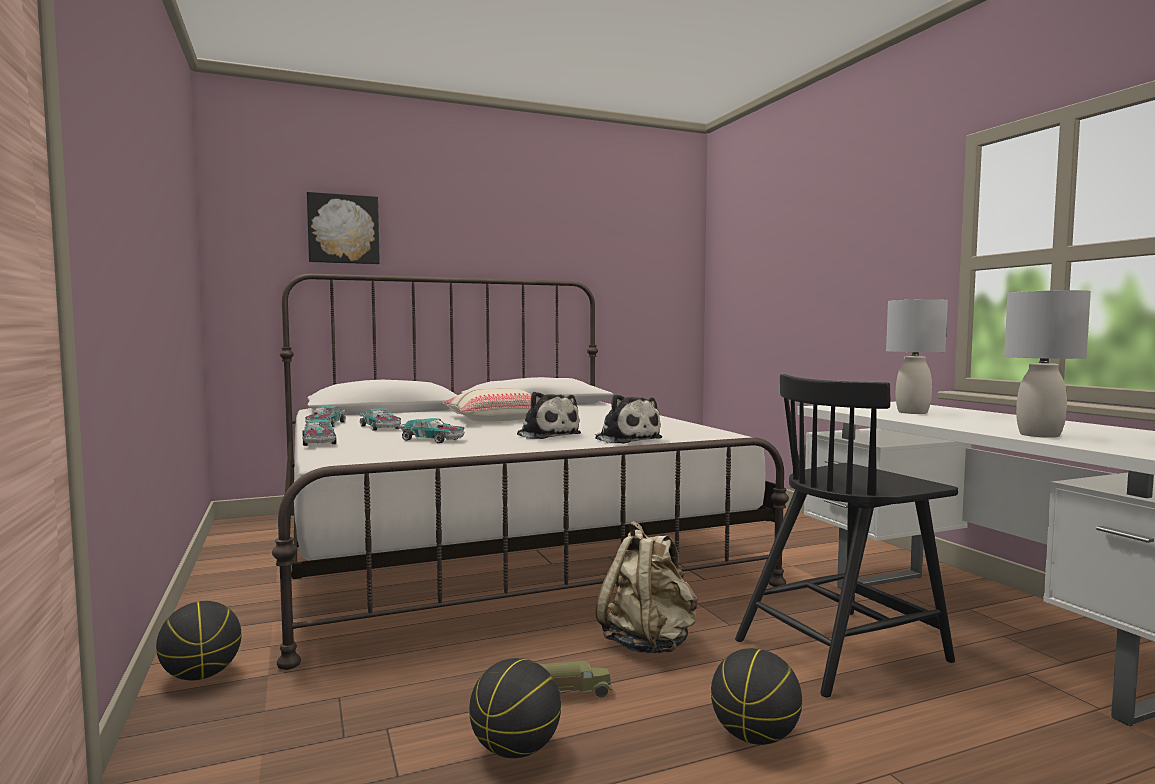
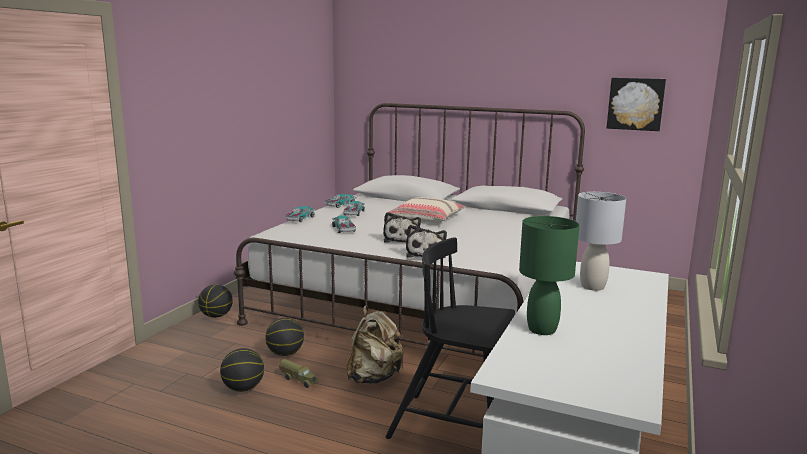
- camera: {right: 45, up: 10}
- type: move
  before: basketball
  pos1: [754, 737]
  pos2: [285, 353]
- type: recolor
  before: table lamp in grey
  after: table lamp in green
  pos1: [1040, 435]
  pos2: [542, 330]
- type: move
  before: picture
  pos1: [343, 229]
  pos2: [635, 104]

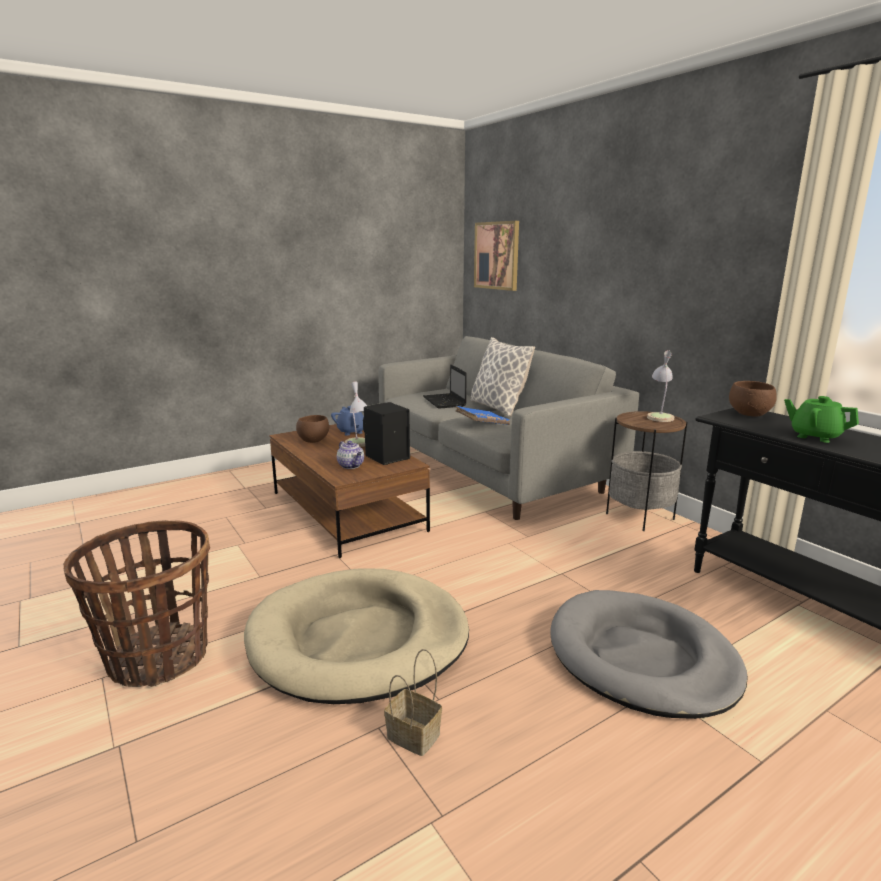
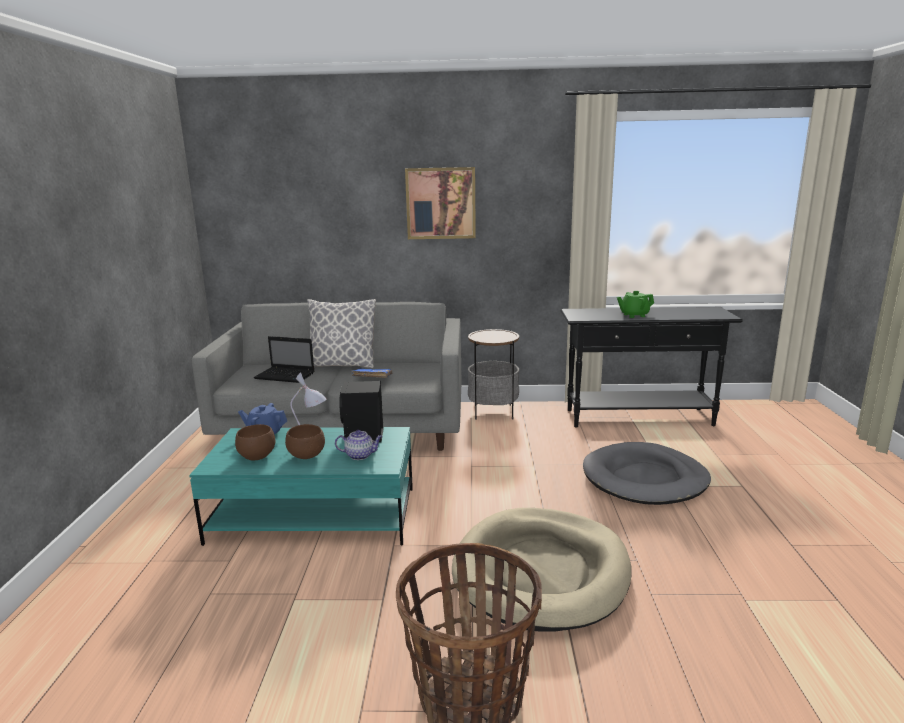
- camera: {right: -55, up: 0}
- type: recolor
  before: coffee table in brown
  after: coffee table in turquoise
  pos1: [347, 511]
  pos2: [315, 515]
- type: move
  before: bowl in brown
  pos1: [750, 415]
  pos2: [307, 456]
- type: move
  before: picture
  pos1: [497, 255]
  pos2: [441, 203]
- type: delete
  before: basket
  pos1: [415, 736]
- type: delete
  before: table lamp
  pos1: [659, 416]

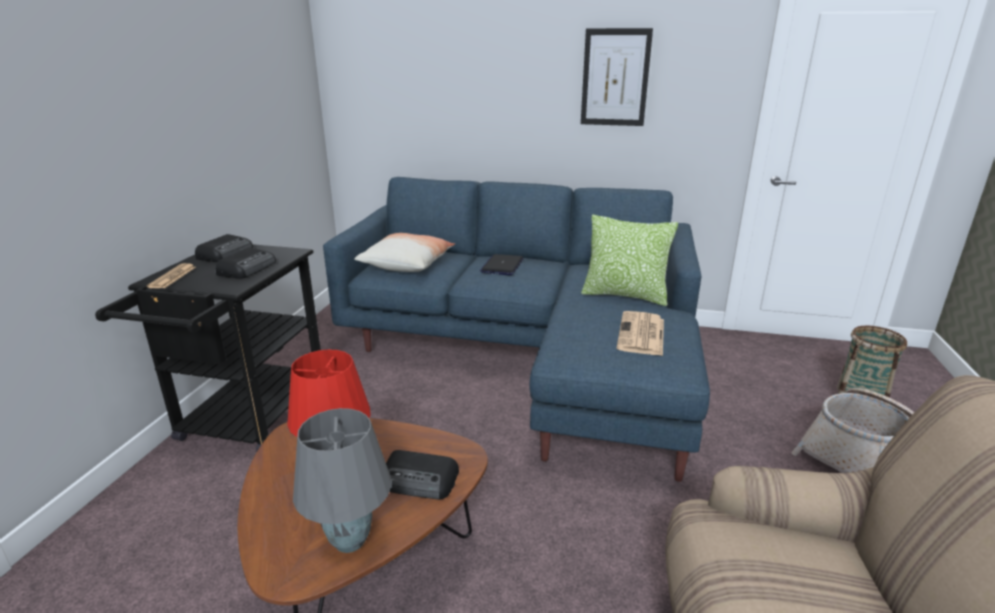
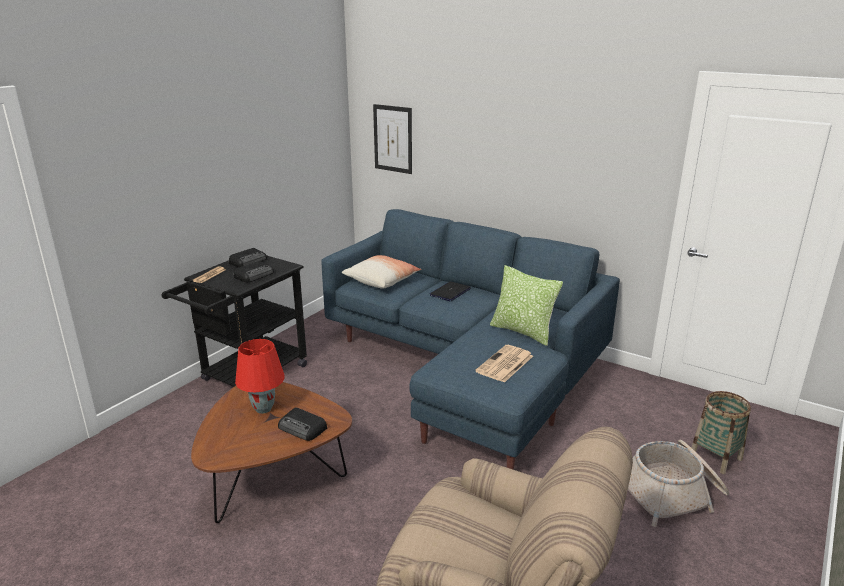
- camera: {right: 20, up: 0}
- type: move
  before: picture
  pos1: [615, 78]
  pos2: [393, 139]
- type: delete
  before: table lamp in grey
  pos1: [351, 541]

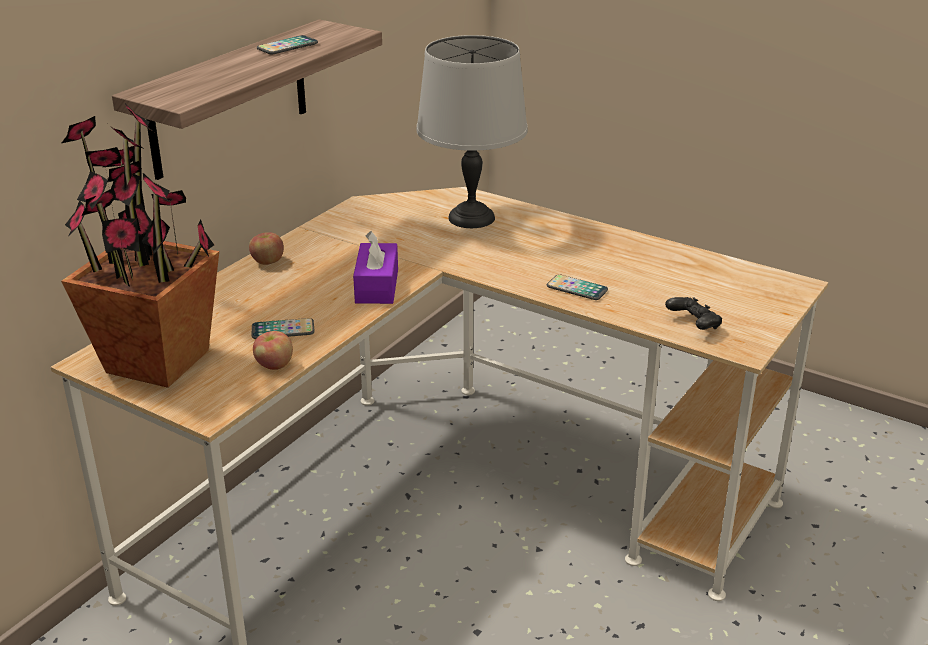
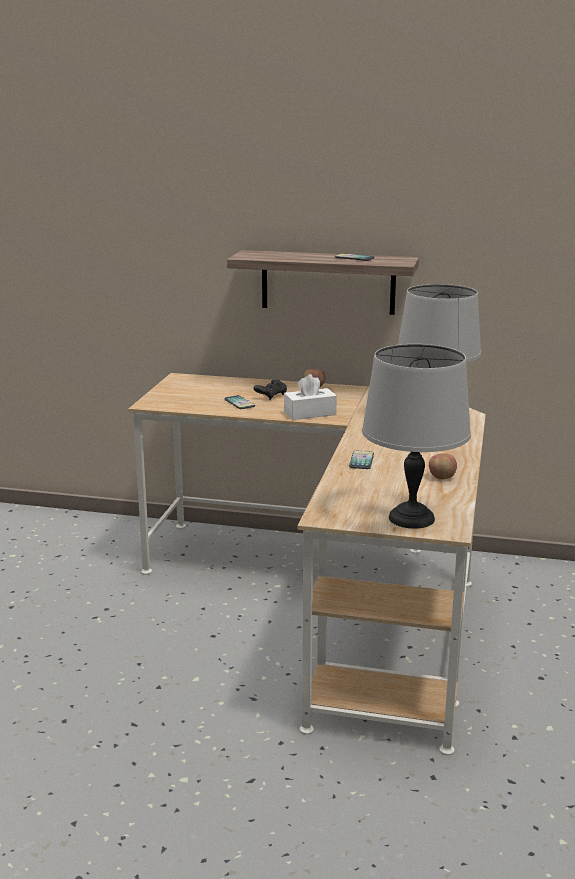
- camera: {right: 70, up: -10}
- type: move
  before: game controller in black
  pos1: [693, 324]
  pos2: [271, 396]
- type: recolor
  before: tissue box in purple
  after: tissue box in white
  pos1: [377, 286]
  pos2: [310, 413]
- type: insert
  after: table lamp in grey
  pos2: [411, 518]
- type: move
  before: apple
  pos1: [274, 365]
  pos2: [441, 477]
- type: delete
  before: potted plant
  pos1: [157, 362]

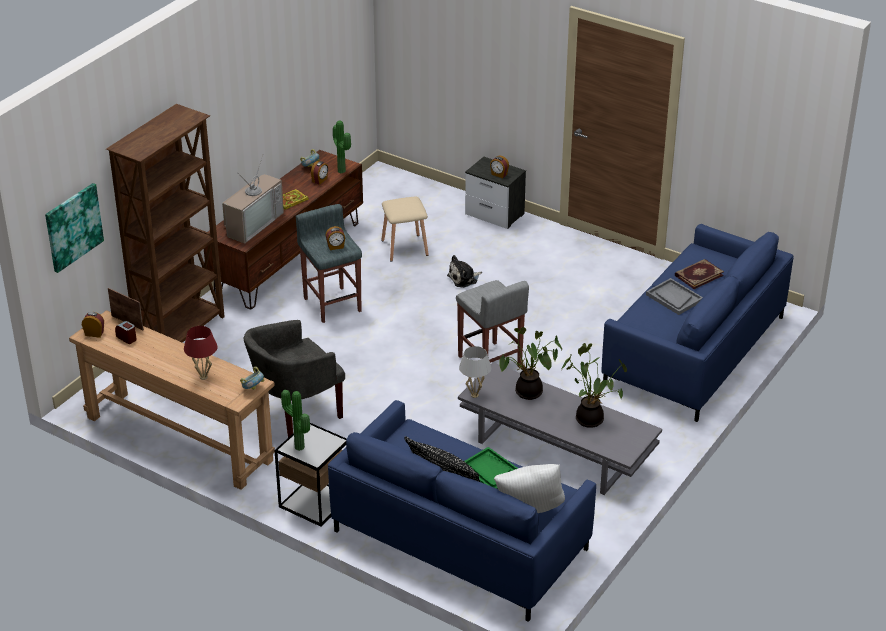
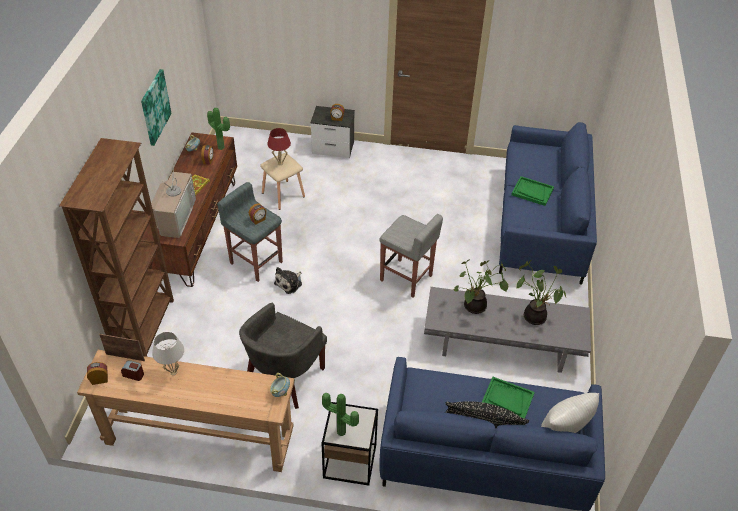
- camera: {right: -25, up: 10}
- type: move
  before: picture
  pos1: [73, 227]
  pos2: [154, 107]
- type: move
  before: table lamp in white
  pos1: [475, 395]
  pos2: [173, 372]
- type: move
  before: table lamp in red
  pos1: [203, 377]
  pos2: [280, 163]
- type: move
  before: plush toy
  pos1: [464, 279]
  pos2: [289, 283]
- type: recolor
  before: tray in grey
  after: tray in green
  pos1: [674, 298]
  pos2: [532, 192]
- type: delete
  before: book
  pos1: [698, 275]

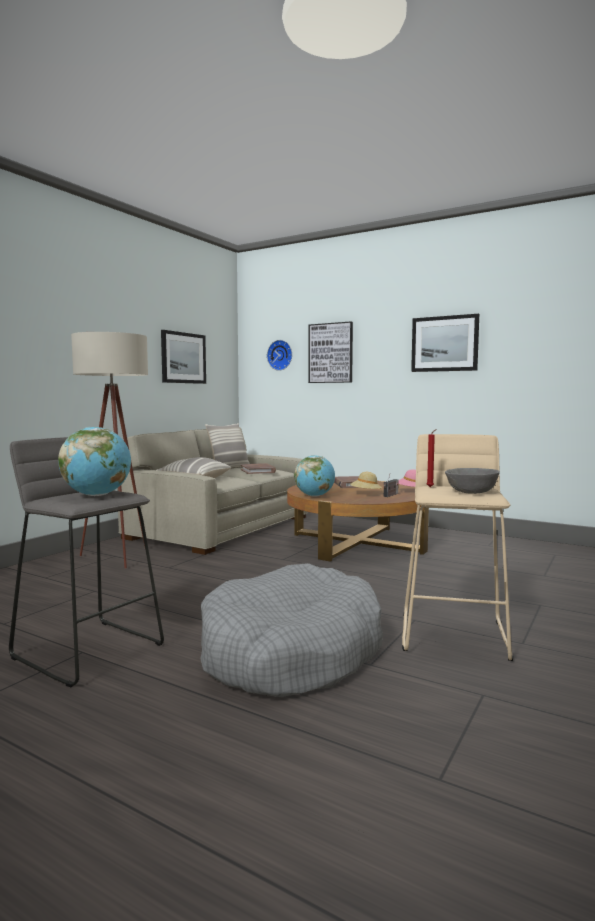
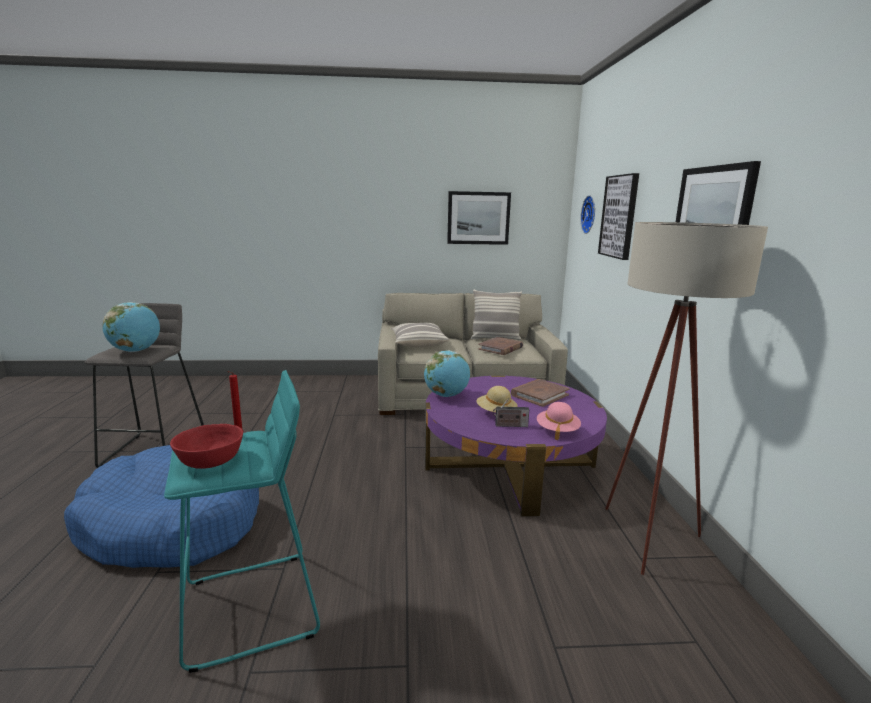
- camera: {right: 55, up: 10}
- type: recolor
  before: dog bed in grey
  after: dog bed in blue
  pos1: [290, 652]
  pos2: [173, 523]
- type: recolor
  before: stool in beige
  after: stool in turquoise
  pos1: [454, 635]
  pos2: [251, 608]
- type: recolor
  before: bowl in grey
  after: bowl in red
  pos1: [471, 492]
  pos2: [210, 460]
- type: recolor
  before: coffee table in brown
  after: coffee table in purple
  pos1: [357, 543]
  pos2: [509, 465]
- type: move
  before: floor lamp in beige
  pos1: [118, 559]
  pos2: [646, 545]

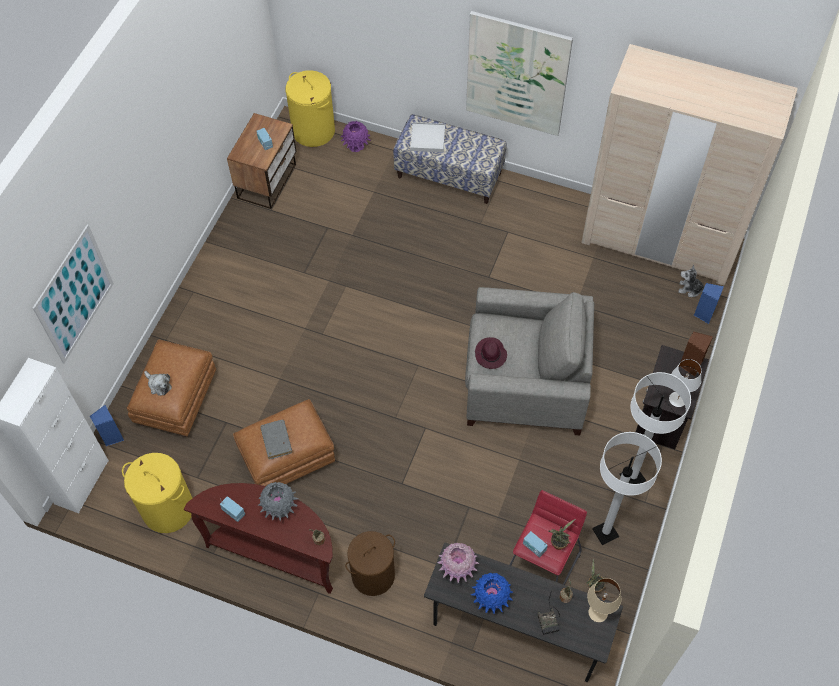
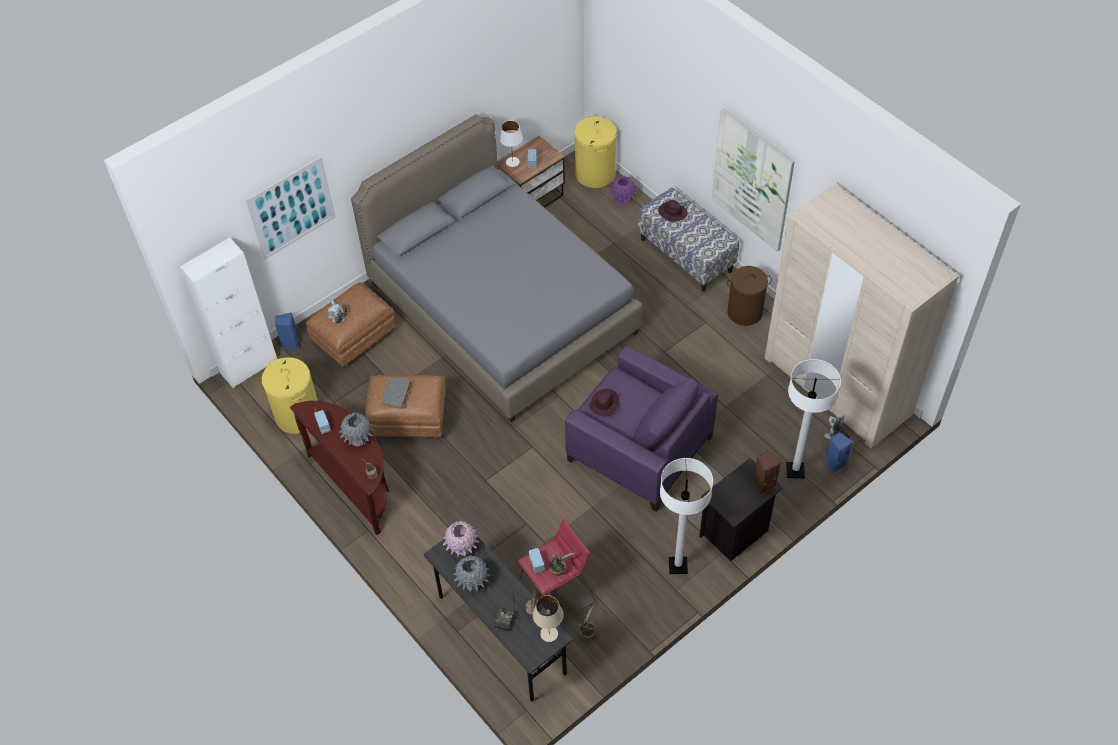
- camera: {right: 30, up: -5}
- type: insert
  after: bed in grey
  pos2: [502, 308]
- type: recolor
  before: vase in blue
  after: vase in grey
  pos1: [491, 598]
  pos2: [473, 581]
- type: move
  before: table lamp in white
  pos1: [678, 399]
  pos2: [513, 162]
- type: recolor
  before: armchair in grey
  after: armchair in purple
  pos1: [524, 381]
  pos2: [637, 448]
- type: replace
  before: tray in white
  after: hat in purple
  pos1: [427, 139]
  pos2: [672, 213]
- type: move
  before: laundry basket in brown
  pos1: [373, 575]
  pos2: [745, 312]
- type: move
  before: floor lamp in white
  pos1: [605, 533]
  pos2: [795, 470]

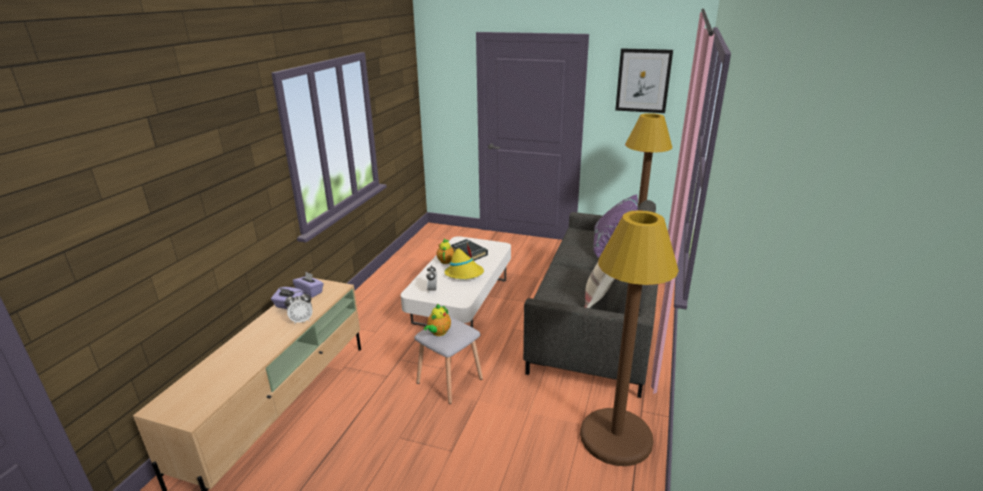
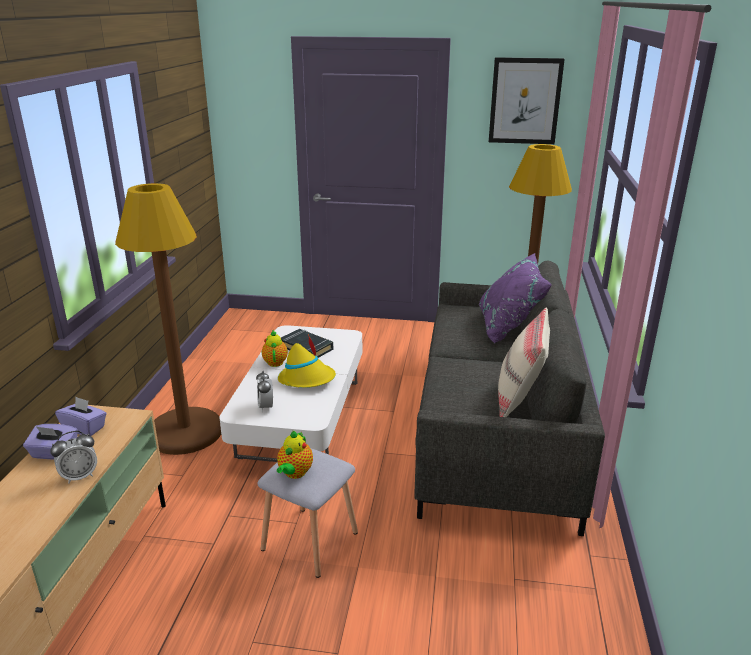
- camera: {right: -10, up: 0}
- type: move
  before: floor lamp in brown
  pos1: [616, 437]
  pos2: [185, 432]

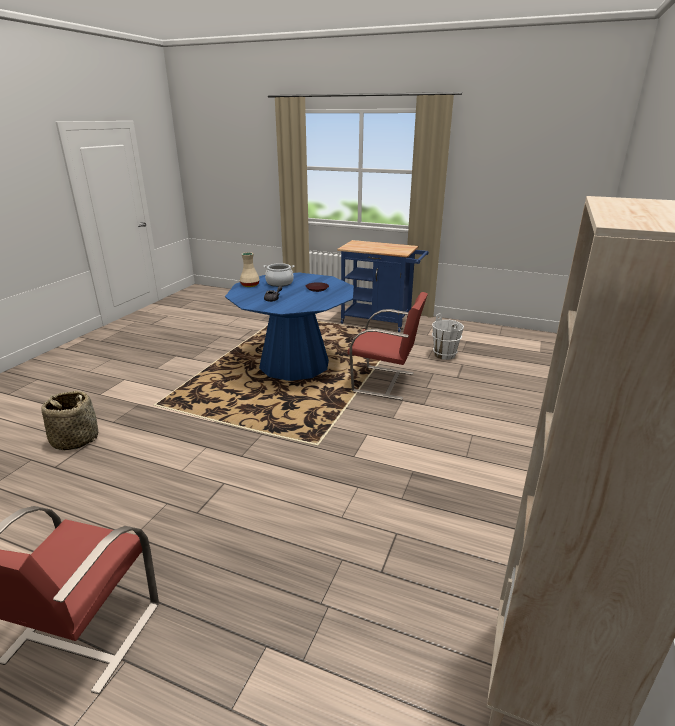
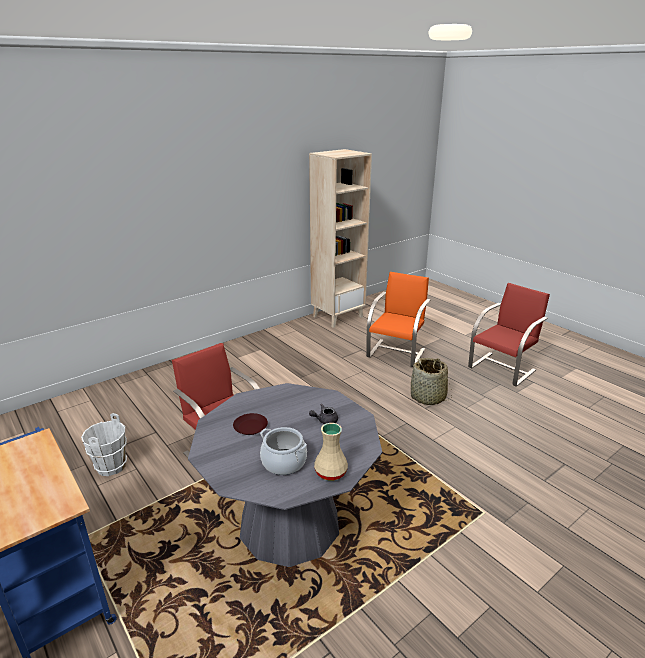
- camera: {right: -150, up: 0}
- type: recolor
  before: dining table in blue
  after: dining table in grey
  pos1: [294, 364]
  pos2: [289, 524]
- type: insert
  after: chair in orange
  pos2: [396, 352]
- type: move
  before: basket
  pos1: [75, 439]
  pos2: [428, 397]

